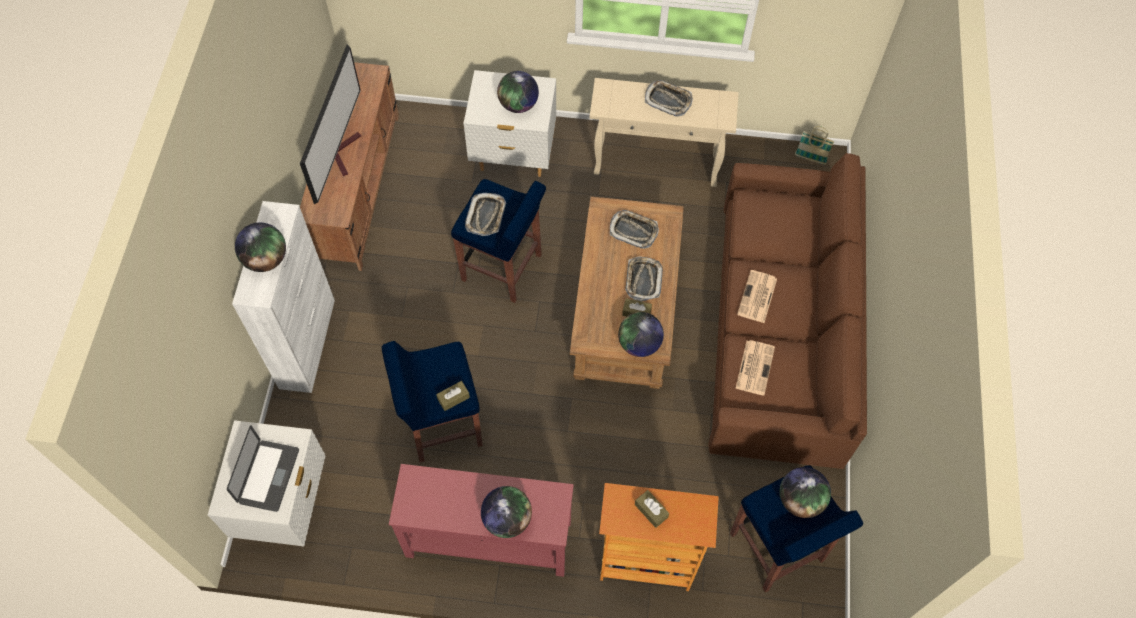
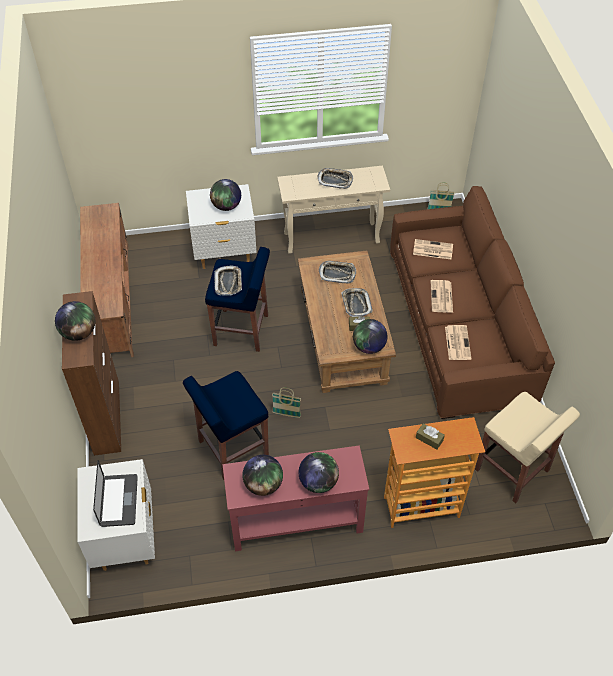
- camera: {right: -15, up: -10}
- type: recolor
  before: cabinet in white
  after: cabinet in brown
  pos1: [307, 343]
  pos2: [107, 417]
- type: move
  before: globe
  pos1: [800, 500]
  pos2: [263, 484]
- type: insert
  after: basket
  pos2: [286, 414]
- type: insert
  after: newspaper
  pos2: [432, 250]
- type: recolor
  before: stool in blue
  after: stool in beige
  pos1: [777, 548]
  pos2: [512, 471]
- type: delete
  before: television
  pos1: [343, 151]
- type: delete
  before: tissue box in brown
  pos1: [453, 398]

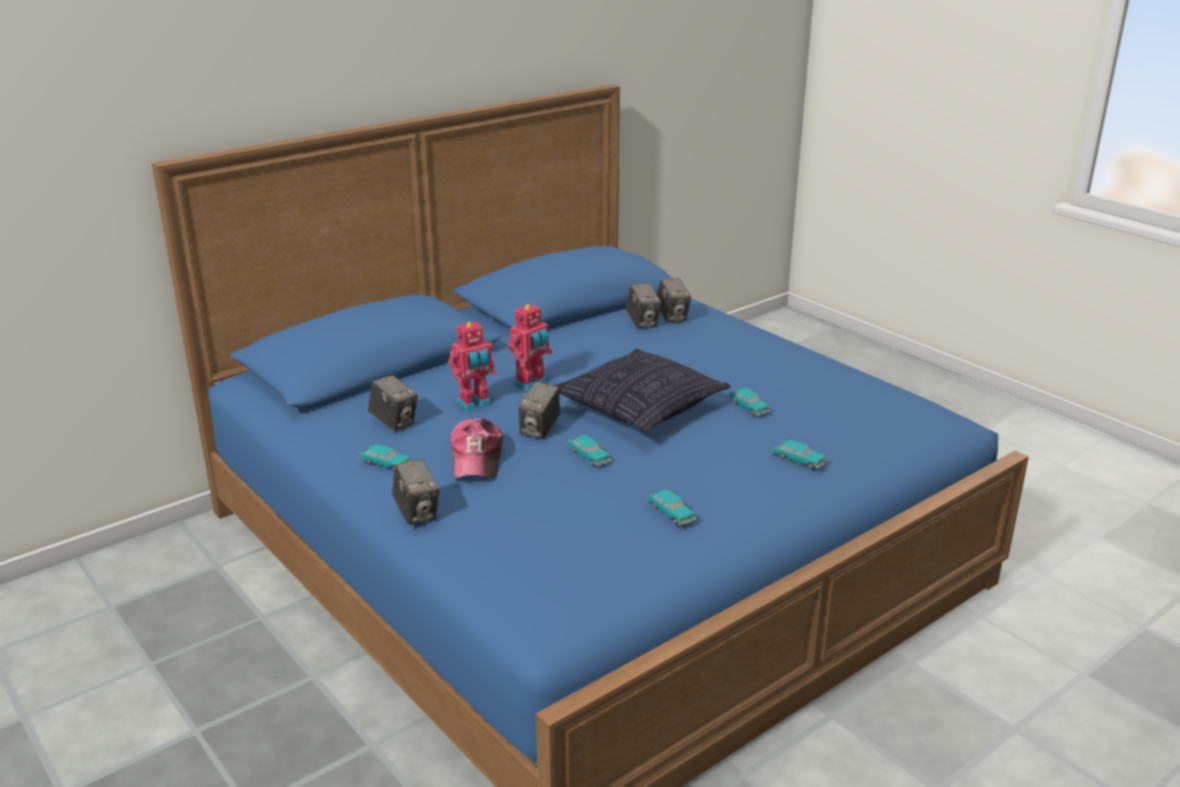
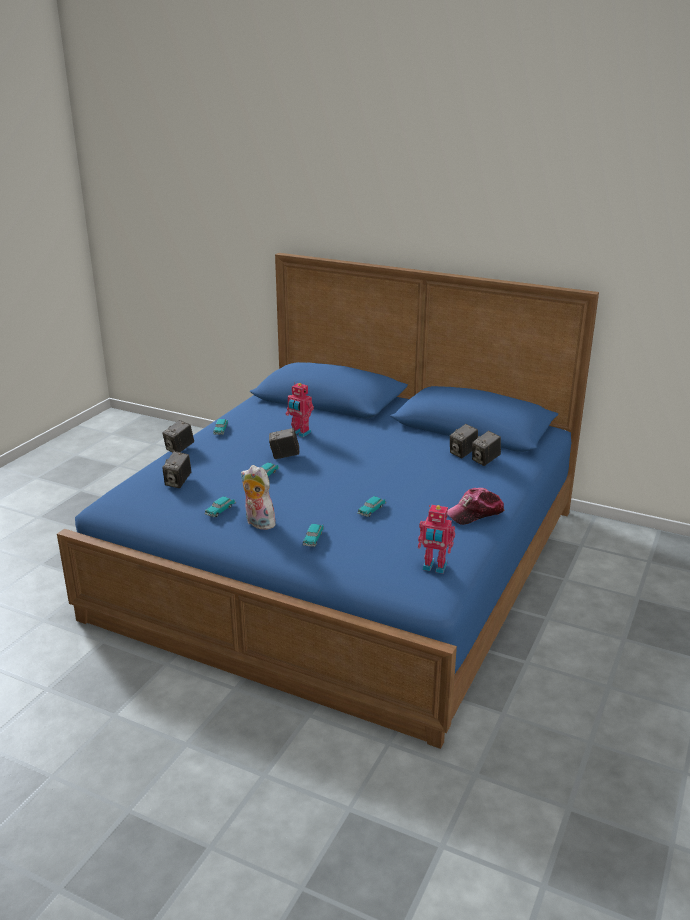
- camera: {right: 65, up: 0}
- type: move
  before: photo camera
  pos1: [394, 422]
  pos2: [178, 482]
- type: insert
  after: plush toy
  pos2: [258, 523]
- type: move
  before: toy robot
  pos1: [531, 384]
  pos2: [434, 567]
- type: move
  before: cap
  pos1: [477, 459]
  pos2: [474, 513]
- type: delete
  before: pillow
  pos1: [640, 408]

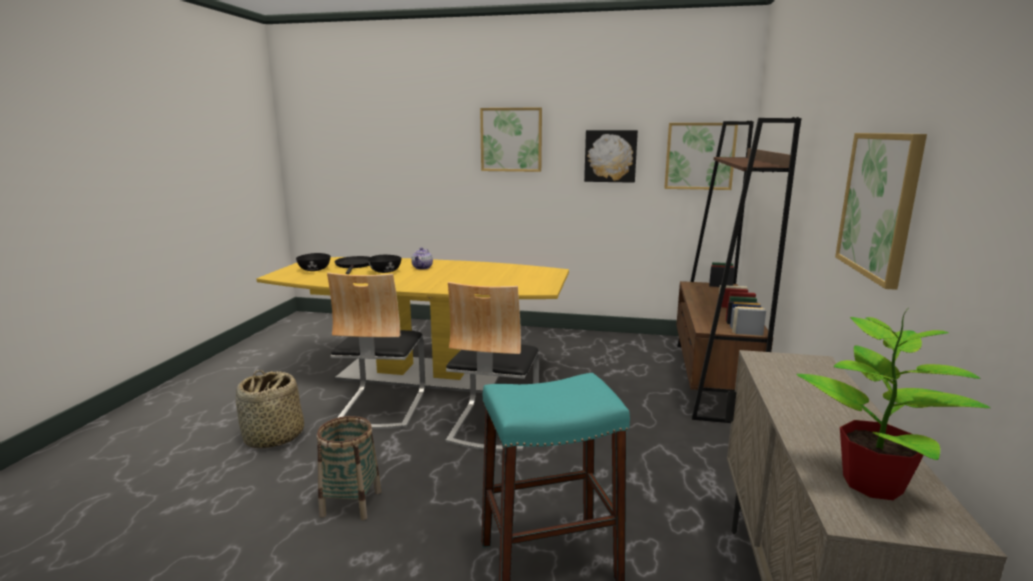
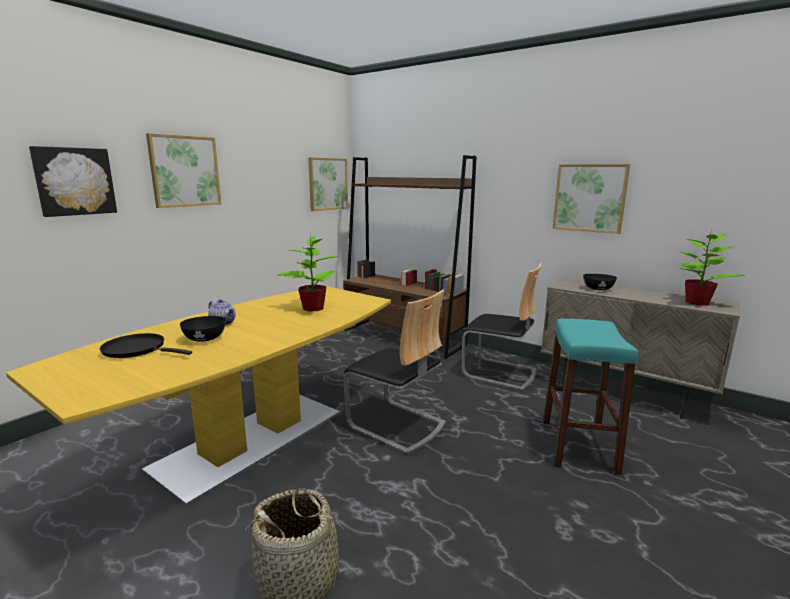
- camera: {right: -65, up: 0}
- type: move
  before: picture
  pos1: [610, 156]
  pos2: [74, 181]
- type: insert
  after: potted plant
  pos2: [313, 308]
- type: move
  before: chair
  pos1: [381, 406]
  pos2: [499, 373]
- type: move
  before: bowl in black
  pos1: [314, 270]
  pos2: [597, 289]
- type: delete
  before: basket
  pos1: [351, 503]

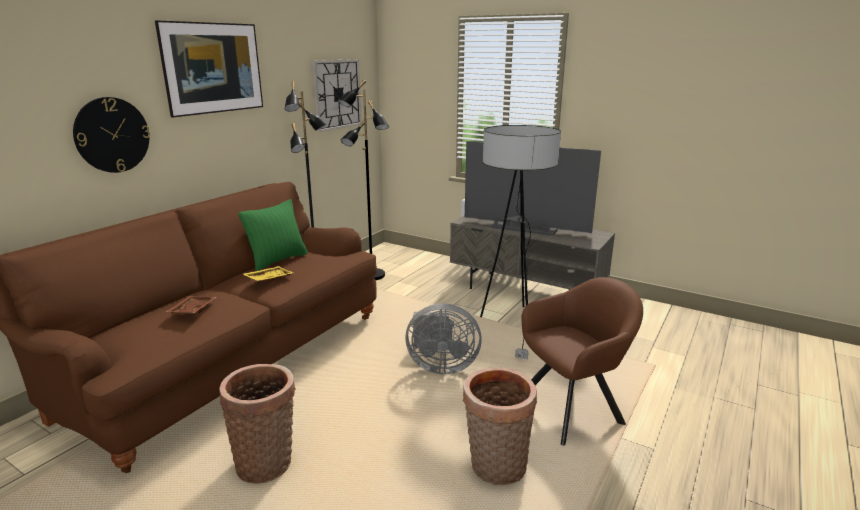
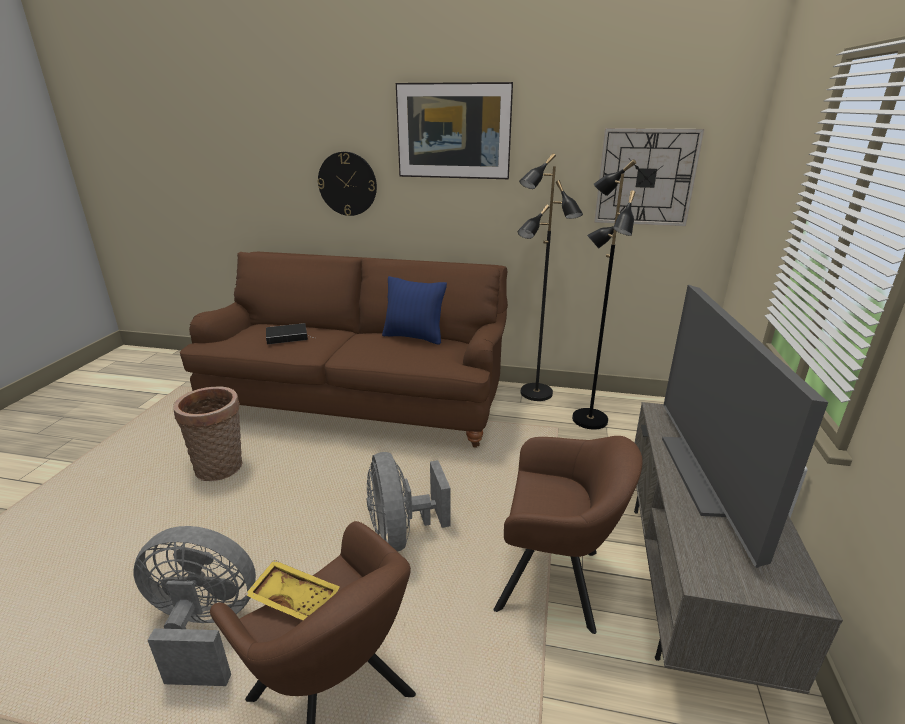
- camera: {right: 70, up: 5}
- type: replace
  before: basket
  after: fan in grey
  pos1: [495, 468]
  pos2: [205, 629]
- type: move
  before: tray in yellow
  pos1: [268, 279]
  pos2: [295, 598]
- type: replace
  before: tray in brown
  after: book
  pos1: [192, 310]
  pos2: [288, 336]
- type: recolor
  before: pillow in green
  after: pillow in blue
  pos1: [278, 260]
  pos2: [414, 337]
- type: replace
  before: floor lamp
  after: armchair in brown
  pos1: [511, 323]
  pos2: [556, 581]

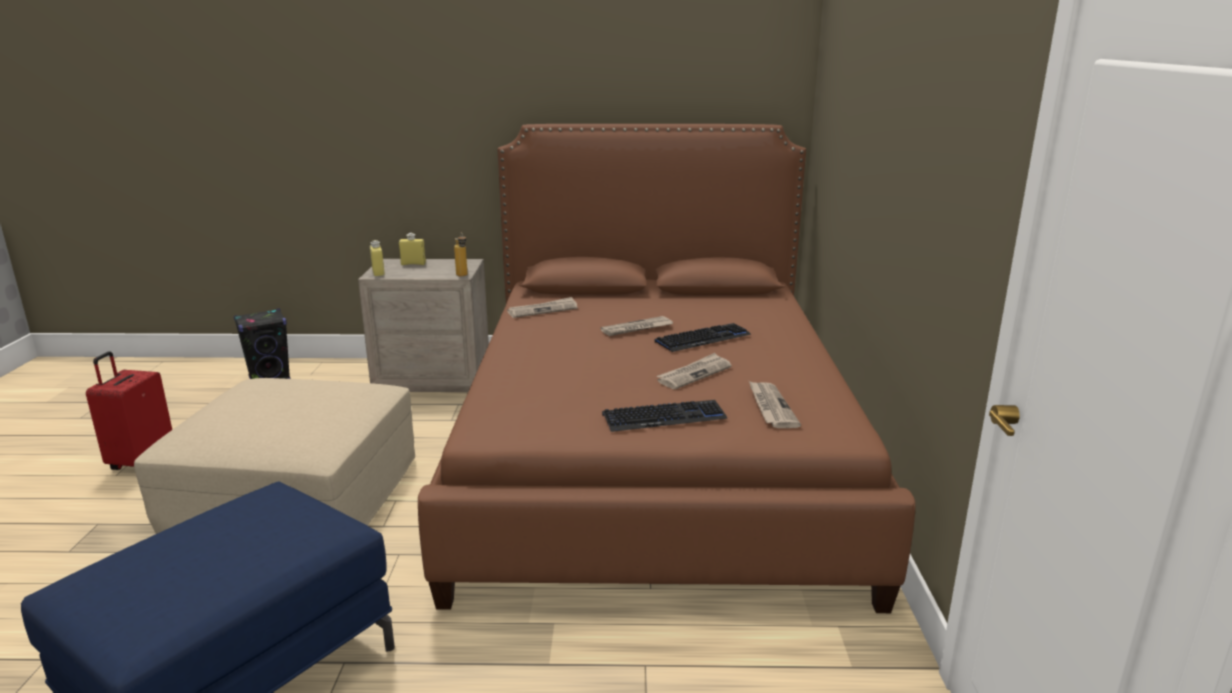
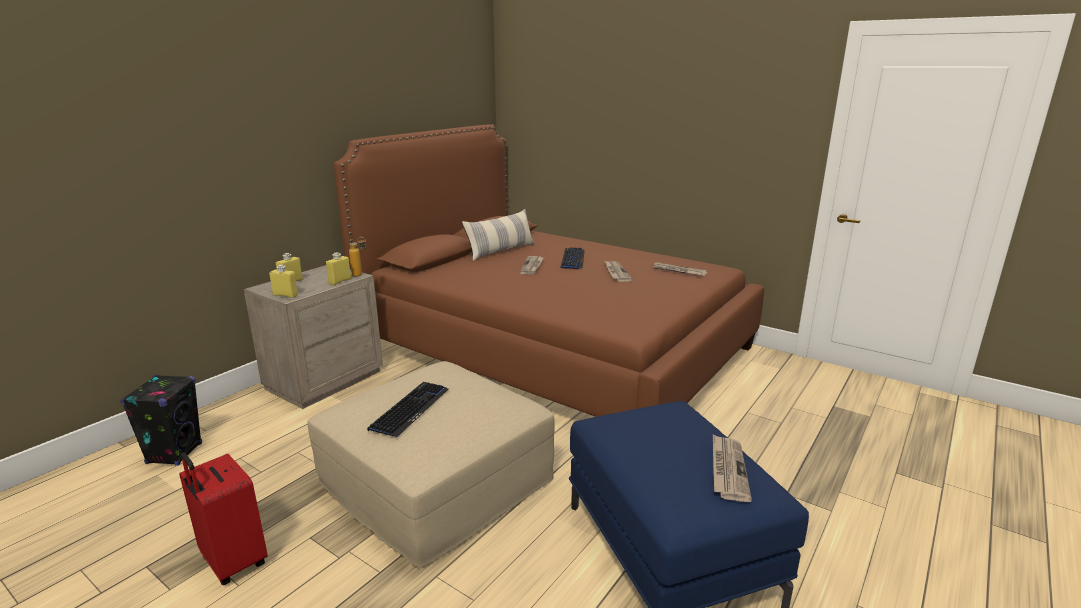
- camera: {right: -55, up: 0}
- type: insert
  after: bottle in yellow
  pos2: [340, 281]
- type: move
  before: keyboard
  pos1: [664, 417]
  pos2: [410, 409]
- type: insert
  after: pillow
  pos2: [501, 251]
- type: move
  before: newspaper
  pos1: [543, 310]
  pos2: [727, 469]

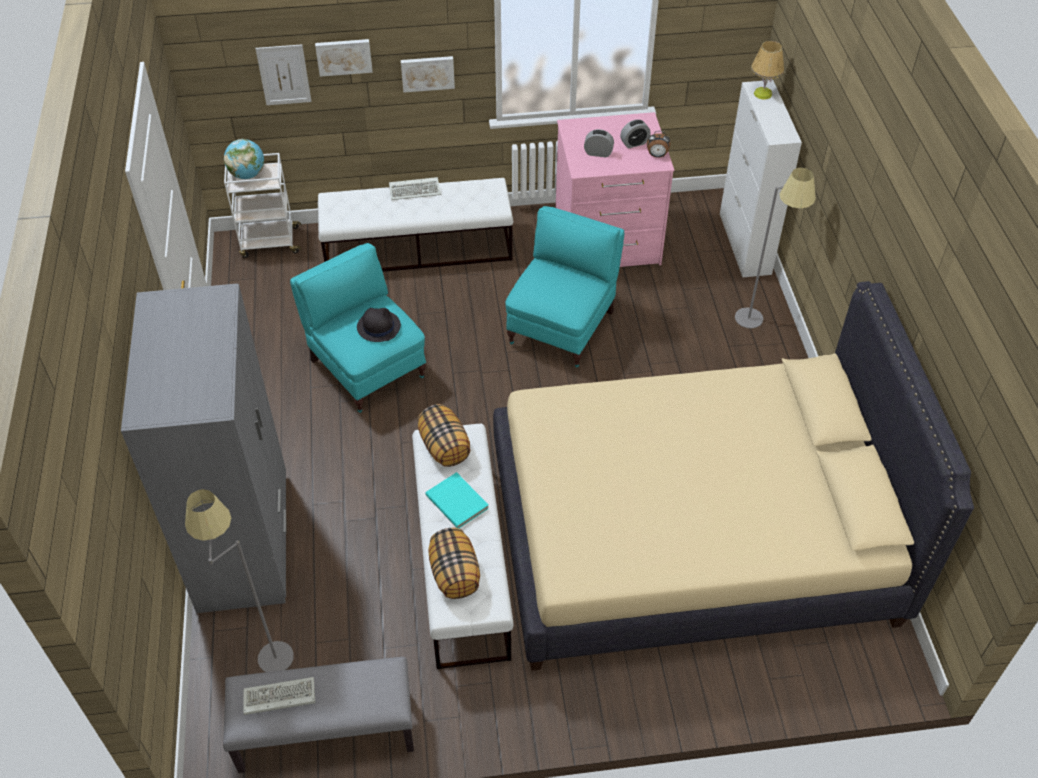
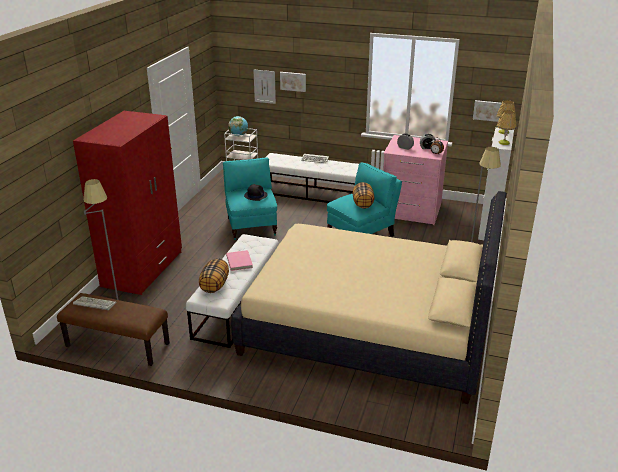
- camera: {right: 25, up: -20}
- type: recolor
  before: bench in grey
  after: bench in brown
  pos1: [325, 732]
  pos2: [117, 345]
- type: recolor
  before: wardrobe in grey
  after: wardrobe in red
  pos1: [245, 540]
  pos2: [143, 269]
- type: recolor
  before: book in turquoise
  after: book in pink
  pos1: [458, 501]
  pos2: [240, 261]
- type: move
  before: pillow
  pos1: [445, 447]
  pos2: [363, 204]
- type: move
  before: picture
  pos1: [427, 73]
  pos2: [488, 110]
- type: insert
  after: table lamp
  pos2: [504, 143]

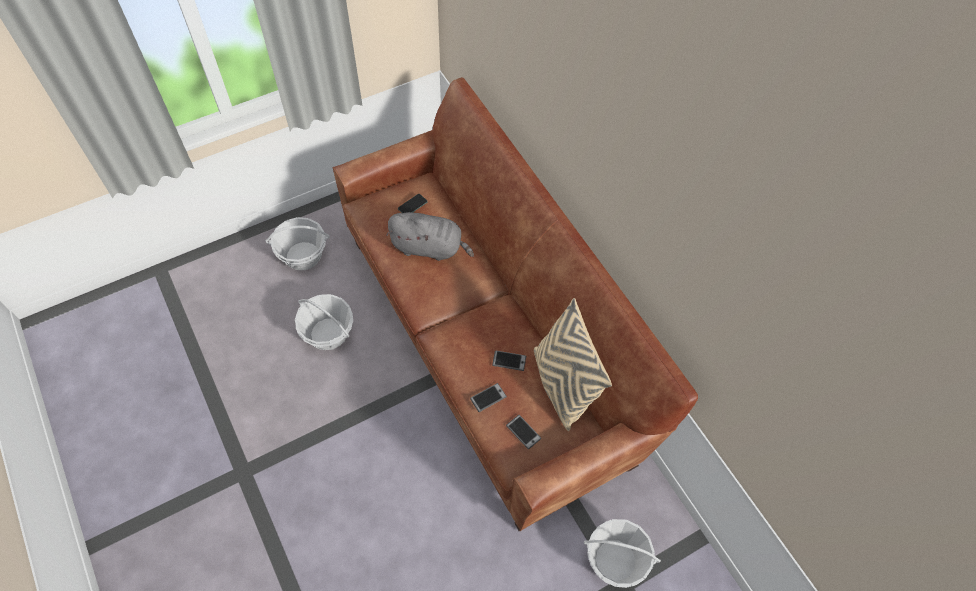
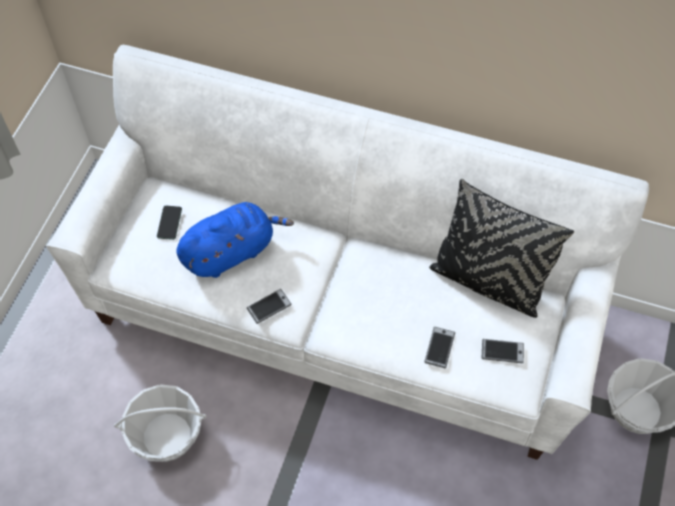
- camera: {right: -40, up: 0}
- type: recolor
  before: sofa in brown
  after: sofa in white
  pos1: [486, 345]
  pos2: [337, 316]
- type: recolor
  before: plush toy in grey
  after: plush toy in blue
  pos1: [429, 247]
  pos2: [232, 251]
- type: move
  before: phone
  pos1: [509, 361]
  pos2: [269, 306]
- type: recolor
  before: pillow in beige
  after: pillow in black
  pos1: [562, 385]
  pos2: [488, 281]
- type: delete
  before: basket
  pos1: [303, 256]

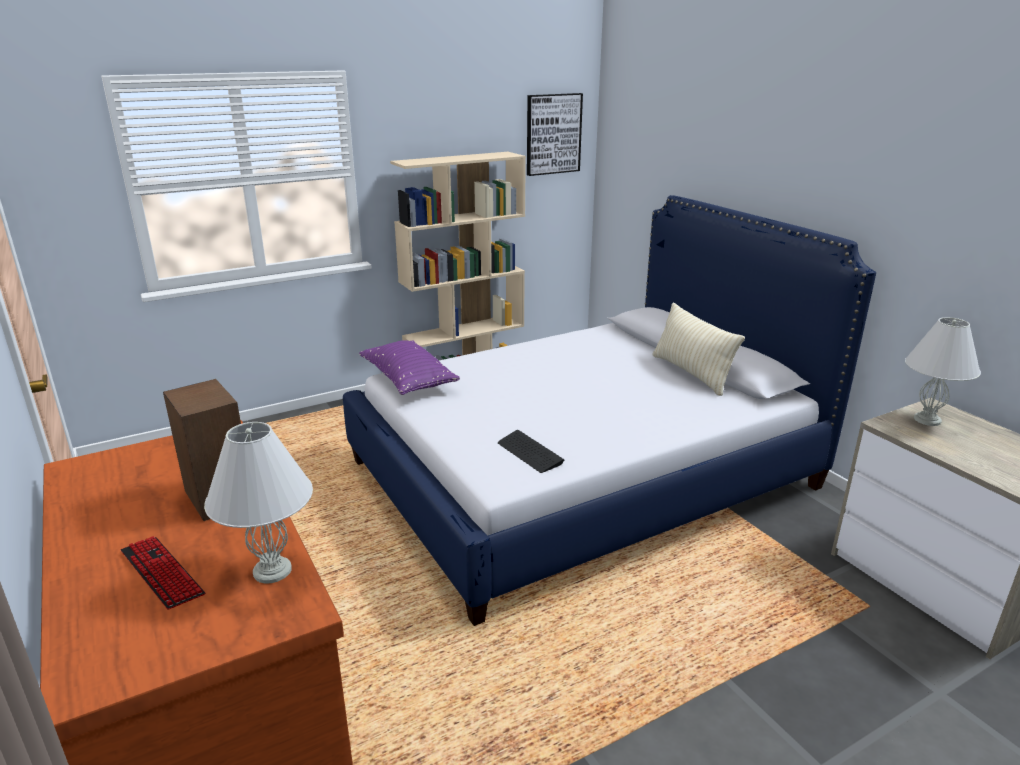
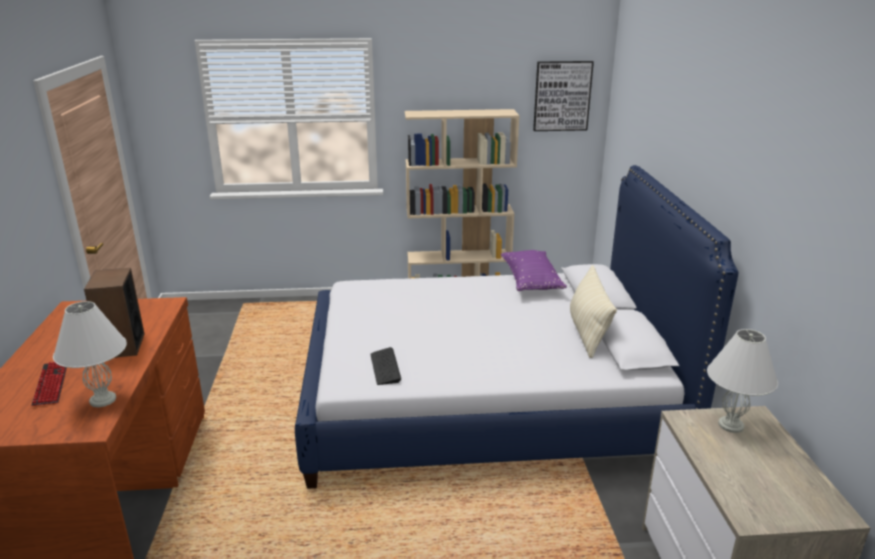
- camera: {right: 25, up: 0}
- type: move
  before: pillow in purple
  pos1: [408, 380]
  pos2: [531, 281]

